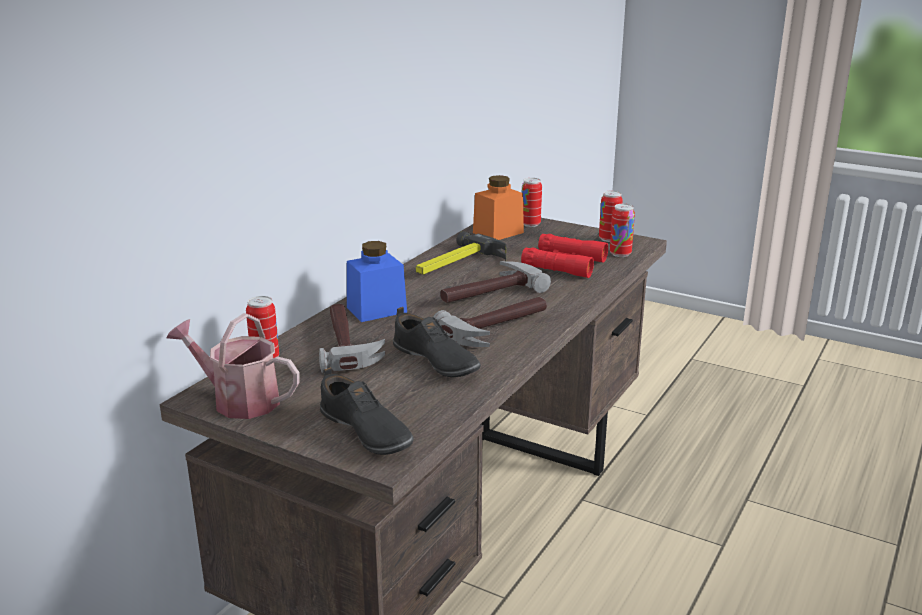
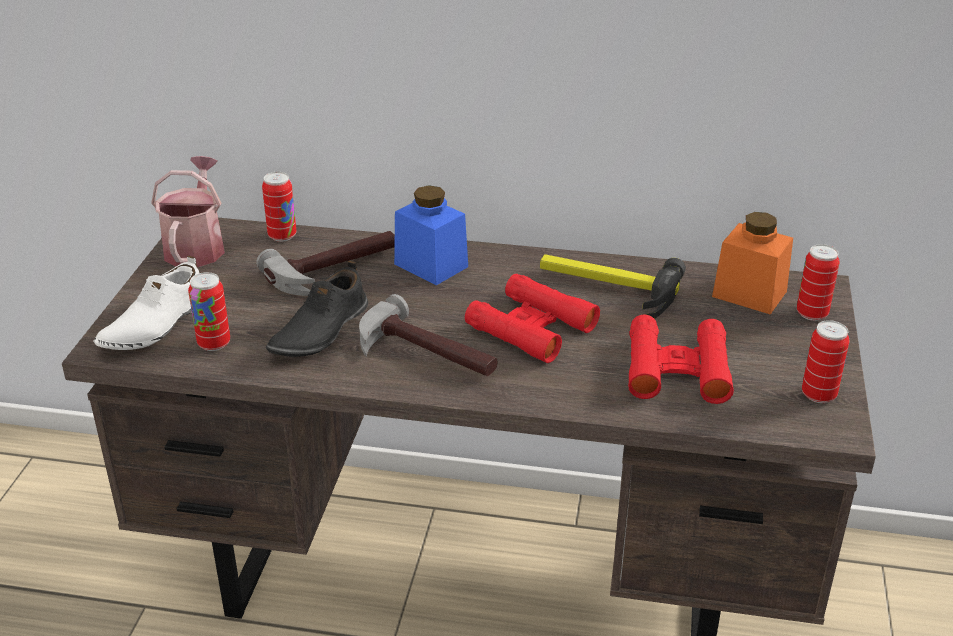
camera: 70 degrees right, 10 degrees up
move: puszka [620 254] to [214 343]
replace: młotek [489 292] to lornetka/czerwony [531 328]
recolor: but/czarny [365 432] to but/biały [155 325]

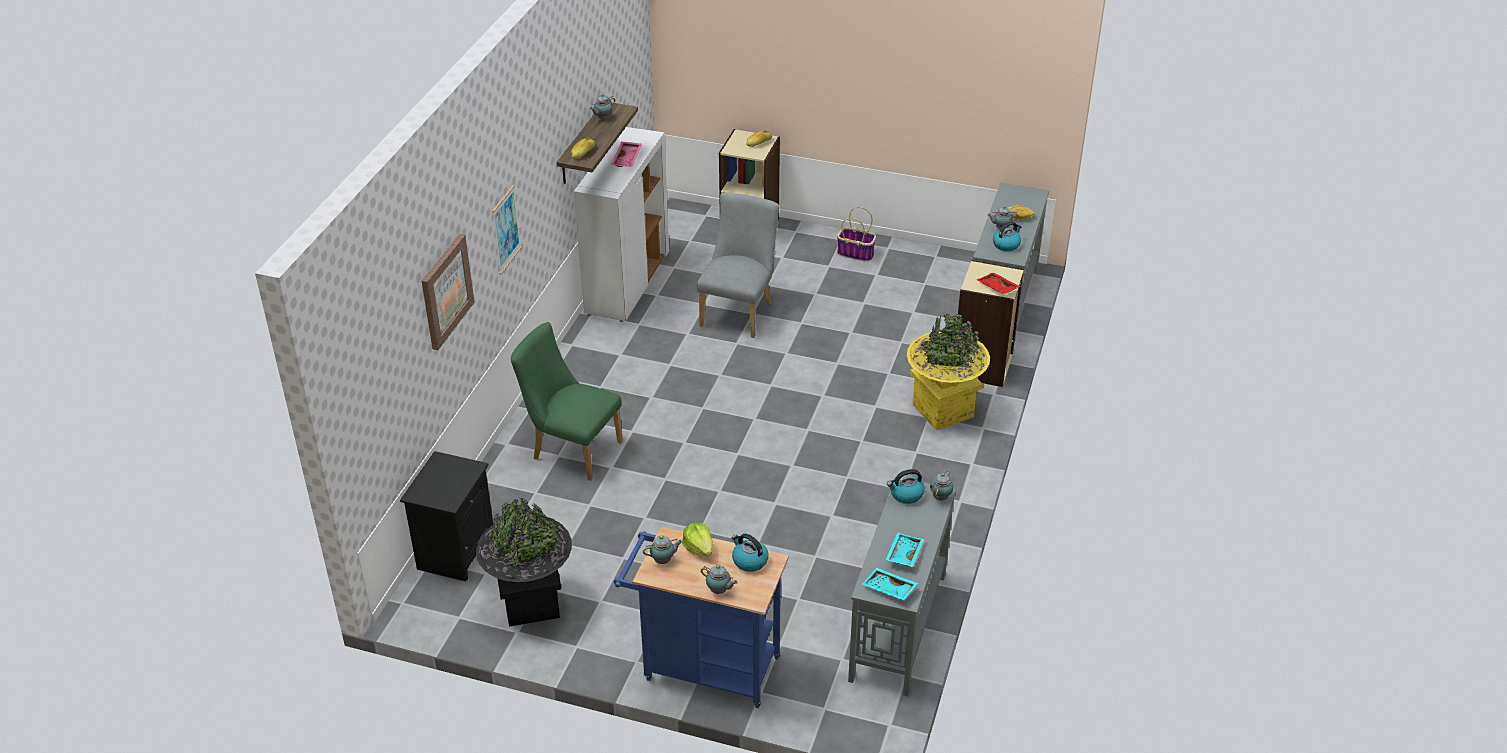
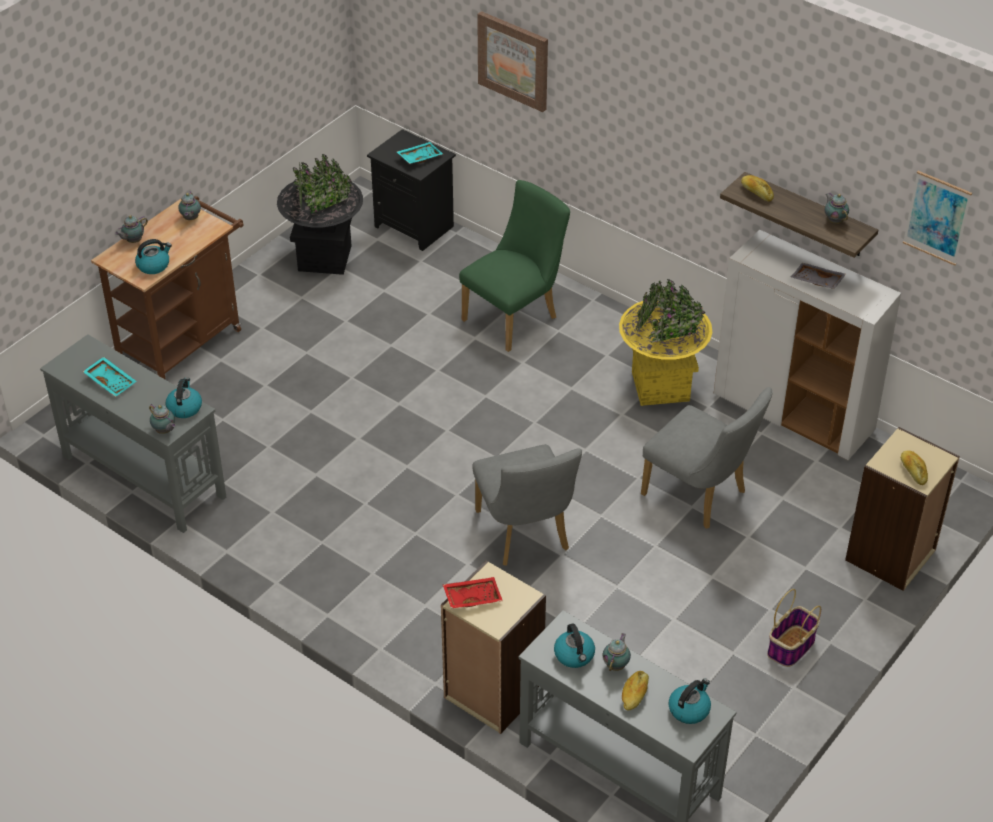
camera: 110 degrees right, 5 degrees up
delete: sałata [699 548]
insert: krzesło/szary [525 535]; czajnik [689 709]
move: taca/turkusowy [888 589] to [419 157]; donica/żółty [943 410] to [660 386]; obraz [506 229] to [937 218]
recolor: wózek/niebieski [704 667] to wózek/brązowy [185 341]; taca/różowy [627 159] to taca/szary [816 281]

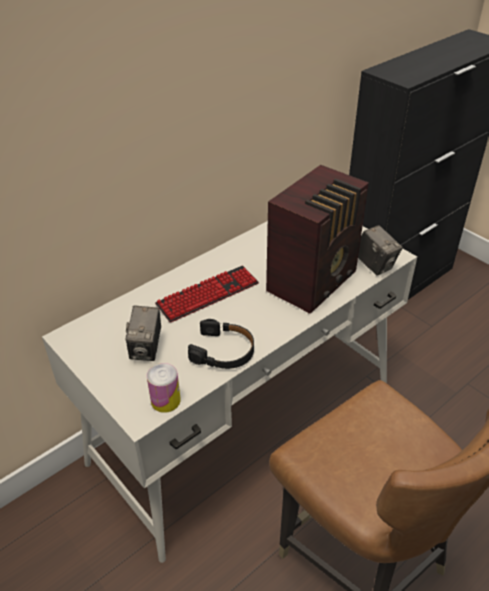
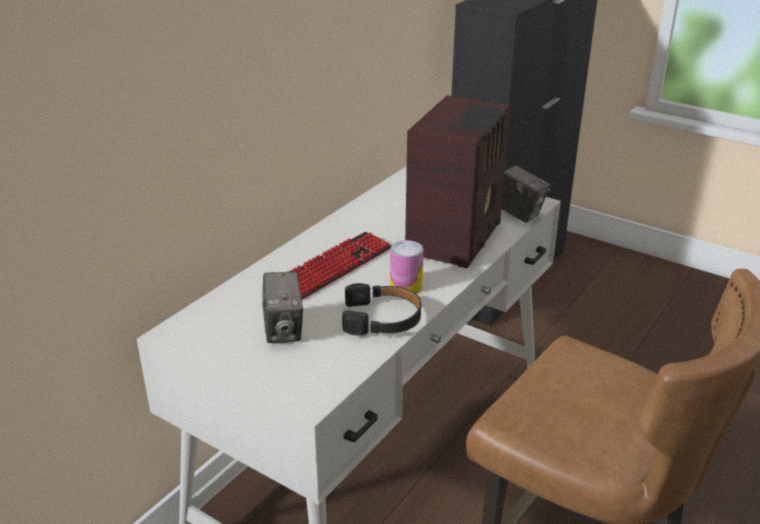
camera: 15 degrees left, 10 degrees down
move: puszka [165 400] to [406 285]

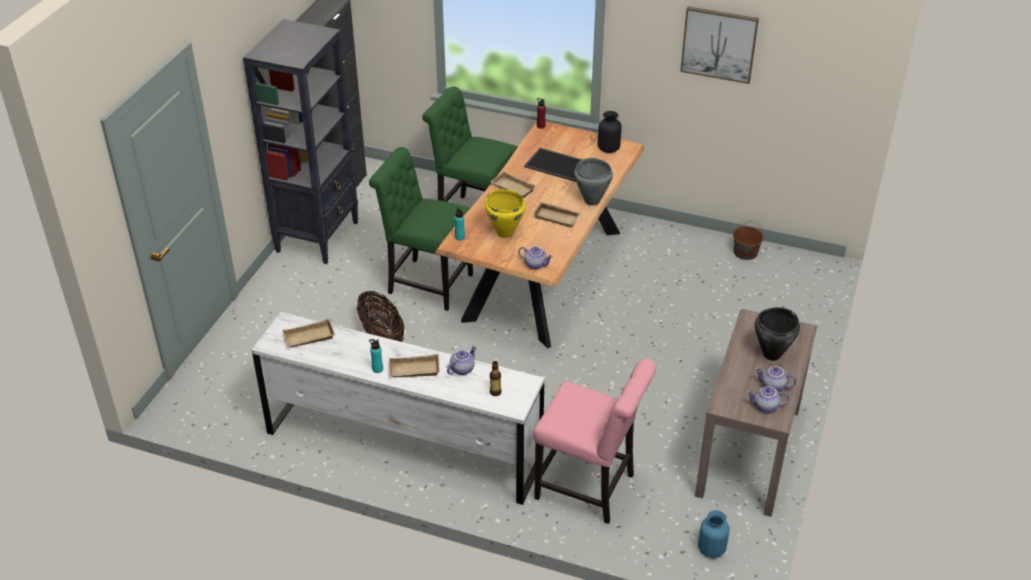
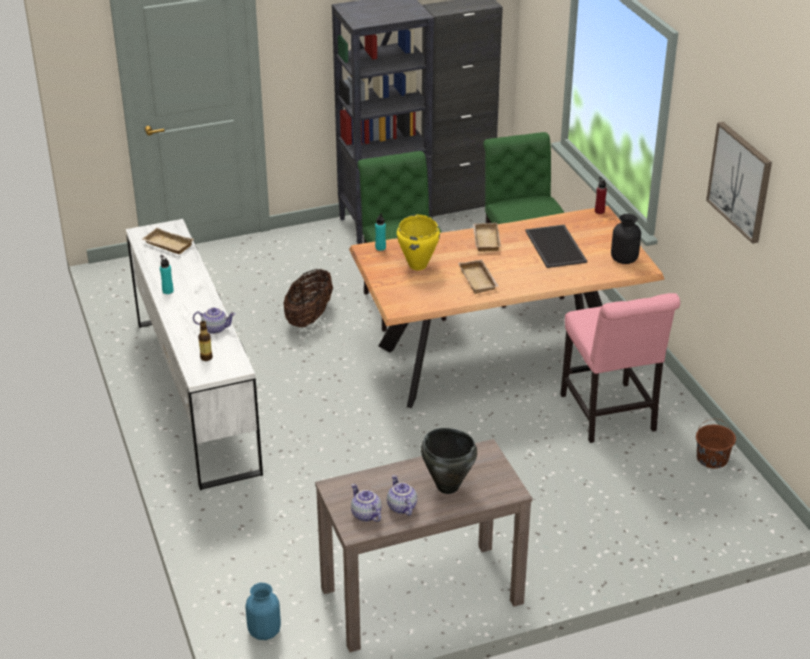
camera: 50 degrees right, 5 degrees down
delete: taca/beżowy [413 371]; imbryk [535 264]; garnek/szary [592 201]
move: krzesło/różowy [590 488] to [610 416]

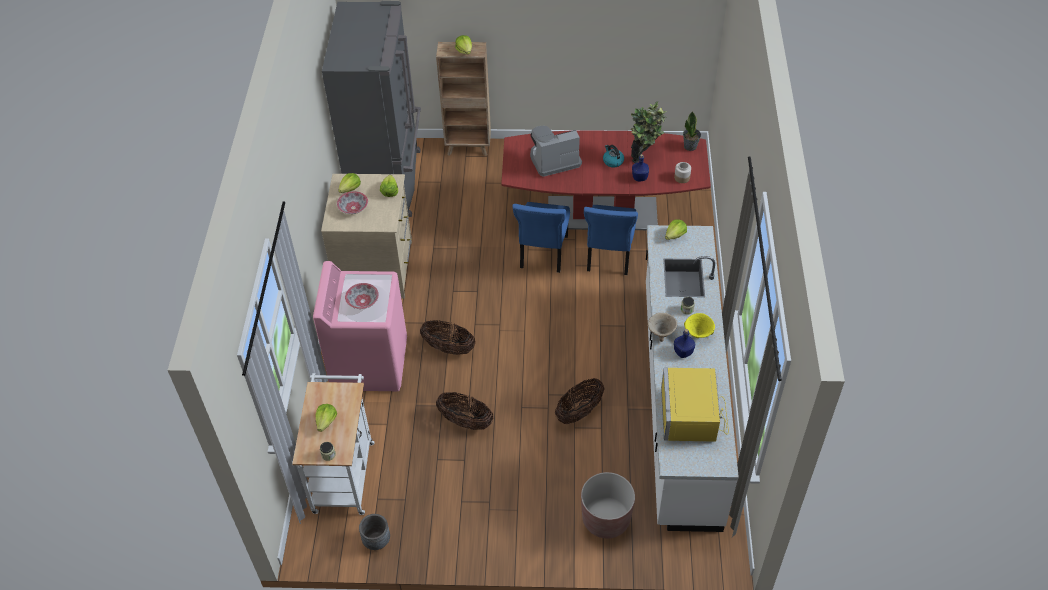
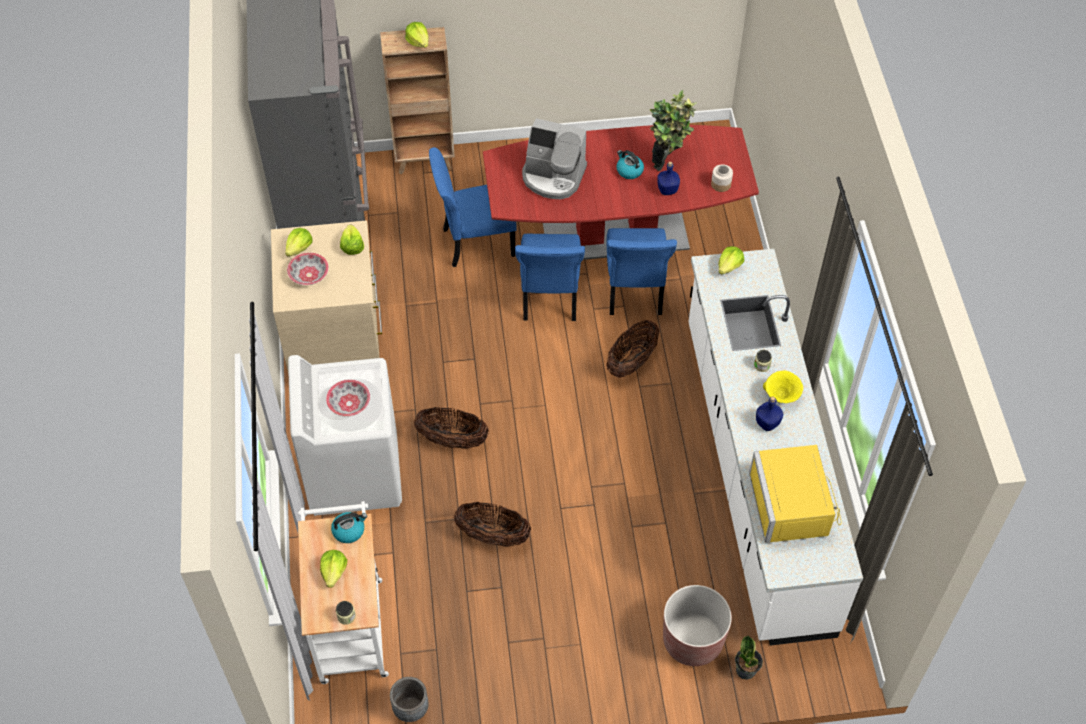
camera: 10 degrees left, 5 degrees up
delete: miska/beżowy [660 333]
insert: czajnik [349 530]; krzesło/niebieski [475 242]
move: koszyk [579 411] to [631 361]; roślina doniczkowa [690 146] to [746 670]
recolor: pralka/różowy [369 363] to pralka/biały [354 473]
rotate: ekspres do kawy [554 160] = [553 176] 135 degrees counterclockwise

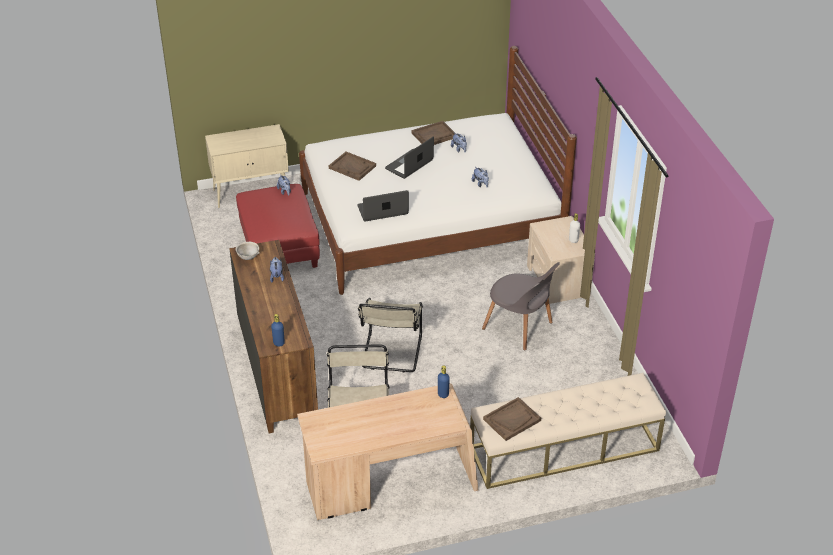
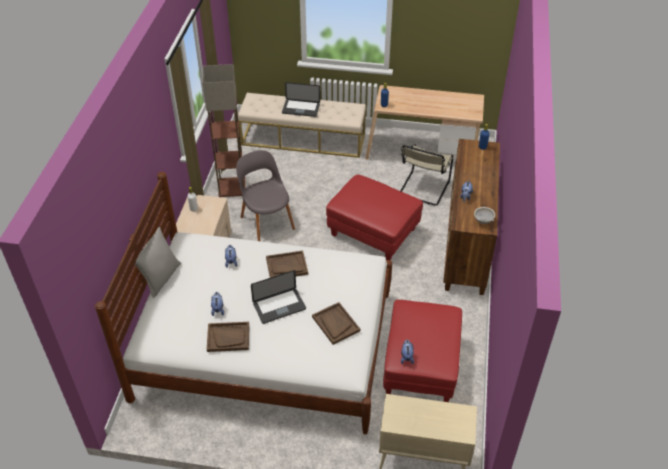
camera: 155 degrees left, 5 degrees up
insert: poduszka/szary [161 278]; lampa stojąca [232 187]
move: taca/brązowy [512 420] to [286 266]; laptop [382 210] to [301 109]
replace: krzesło/beżowy [391 353] to pufa/czerwony [373 232]

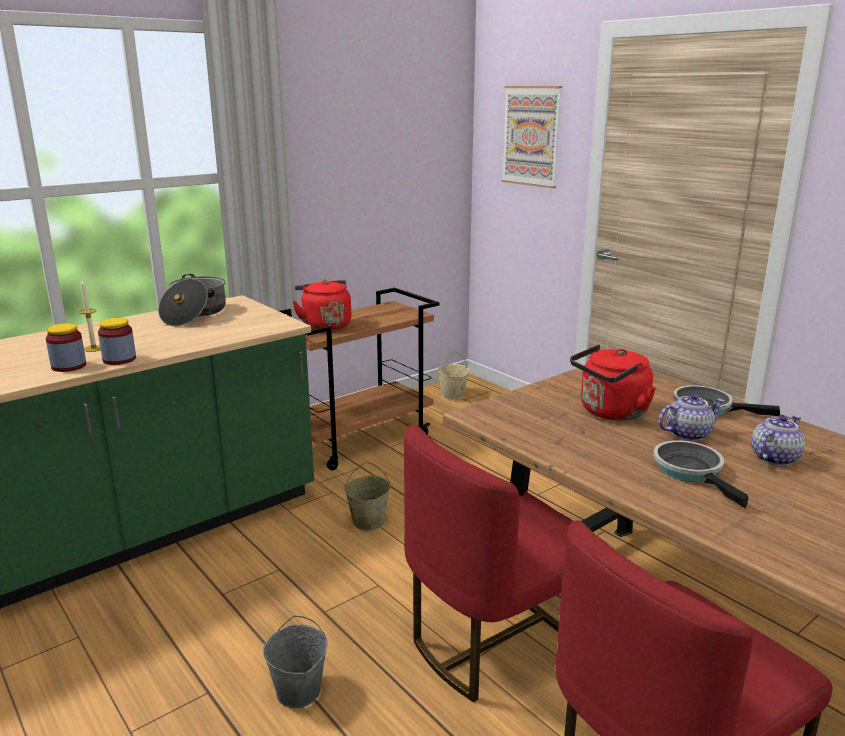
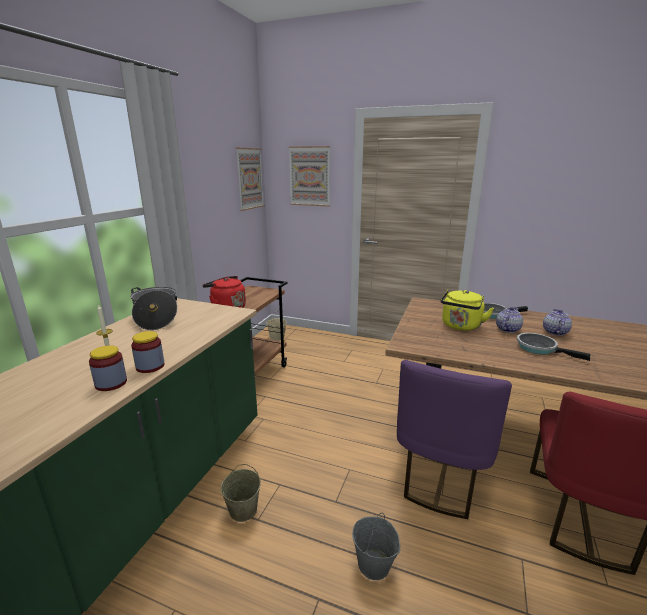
camera: 30 degrees left, 0 degrees up
insert: obraz [249 178]
move: wiadro/beżowy [369 521] to [243 509]
recolor: krzesło/czerwony [496 641] to krzesło/fioletowy [441 476]; czajnik/czerwony [610 412] to czajnik/żółty [460 326]

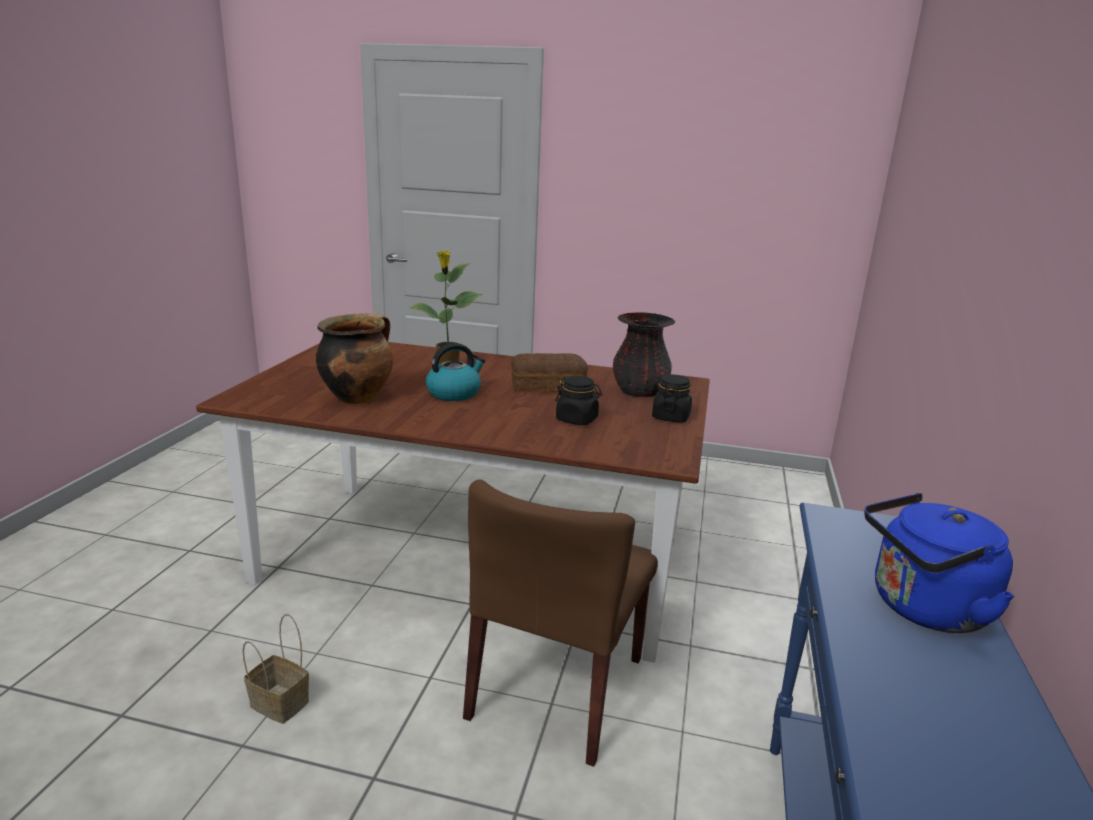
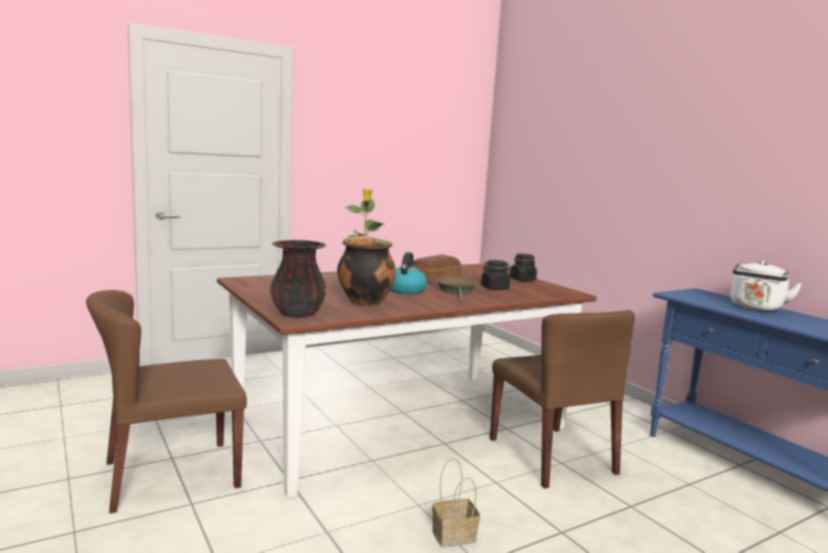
camera: 45 degrees left, 10 degrees down
insert: krzesło/brązowy [170 475]; patelnia/brązowy [457 291]
move: wazon/czarny [639 392] to [298 313]
recolor: czajnik/niebieski [923 609] to czajnik/biały [756 308]

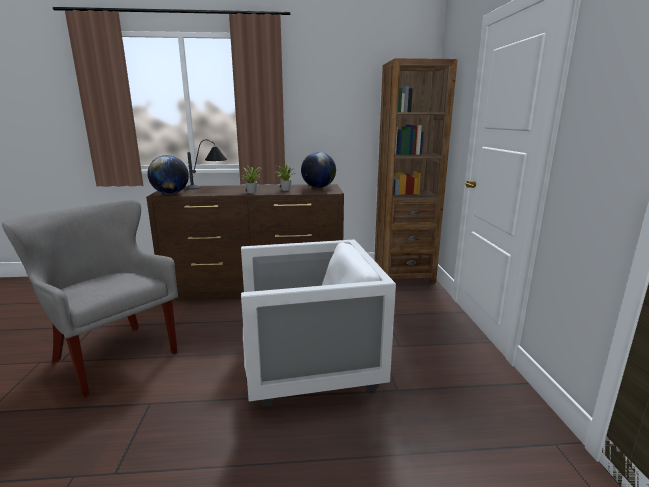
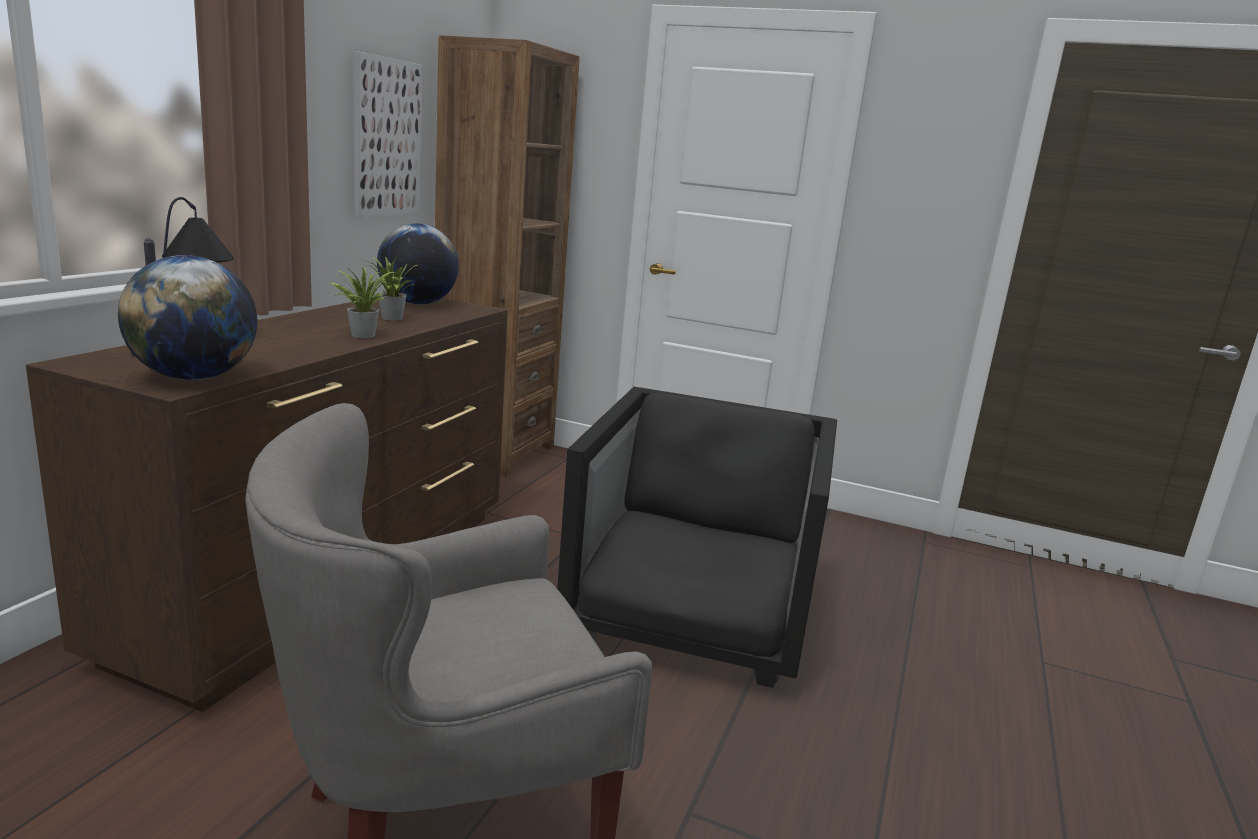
camera: 65 degrees left, 0 degrees up
insert: obraz [386 138]
recolor: fotel/biały [309 365] to fotel/czarny [692 617]

